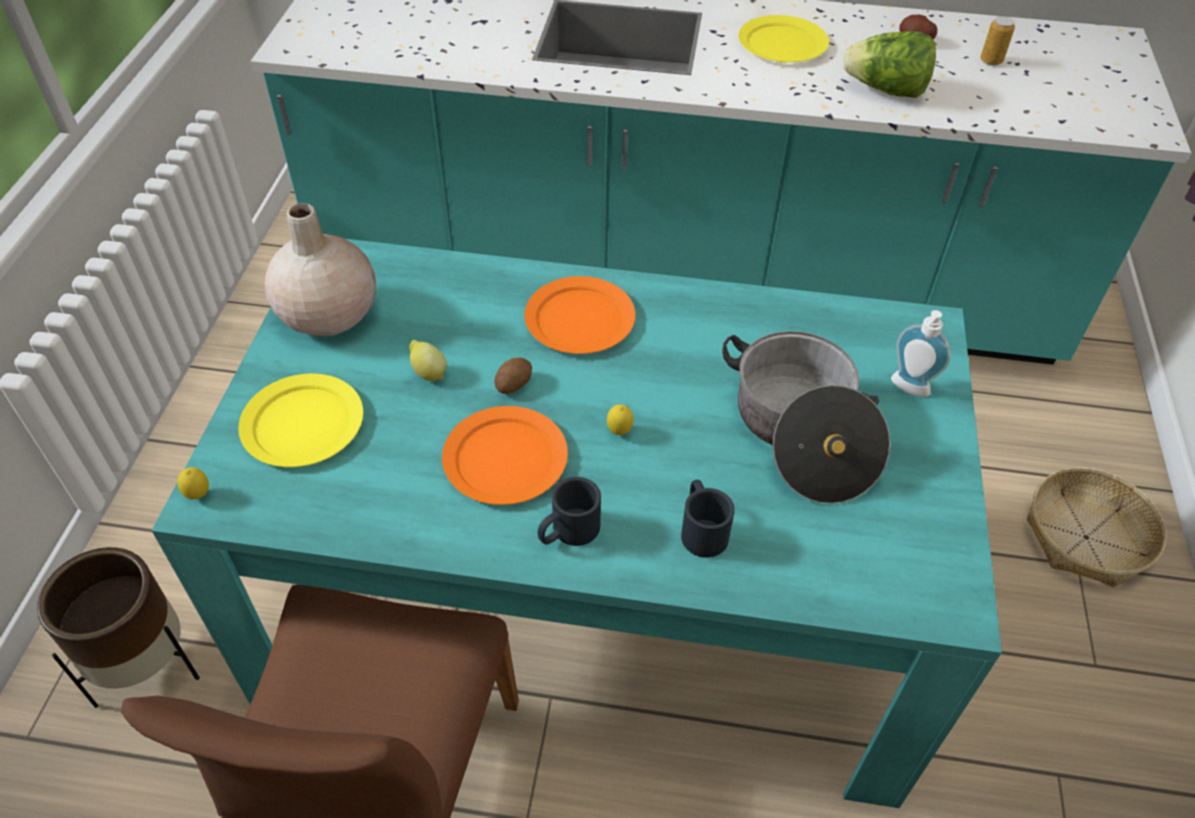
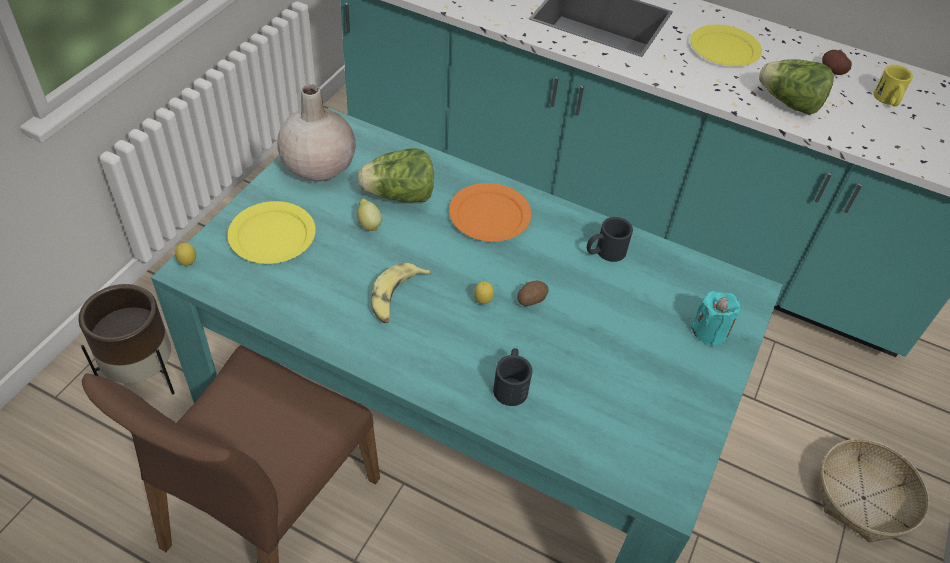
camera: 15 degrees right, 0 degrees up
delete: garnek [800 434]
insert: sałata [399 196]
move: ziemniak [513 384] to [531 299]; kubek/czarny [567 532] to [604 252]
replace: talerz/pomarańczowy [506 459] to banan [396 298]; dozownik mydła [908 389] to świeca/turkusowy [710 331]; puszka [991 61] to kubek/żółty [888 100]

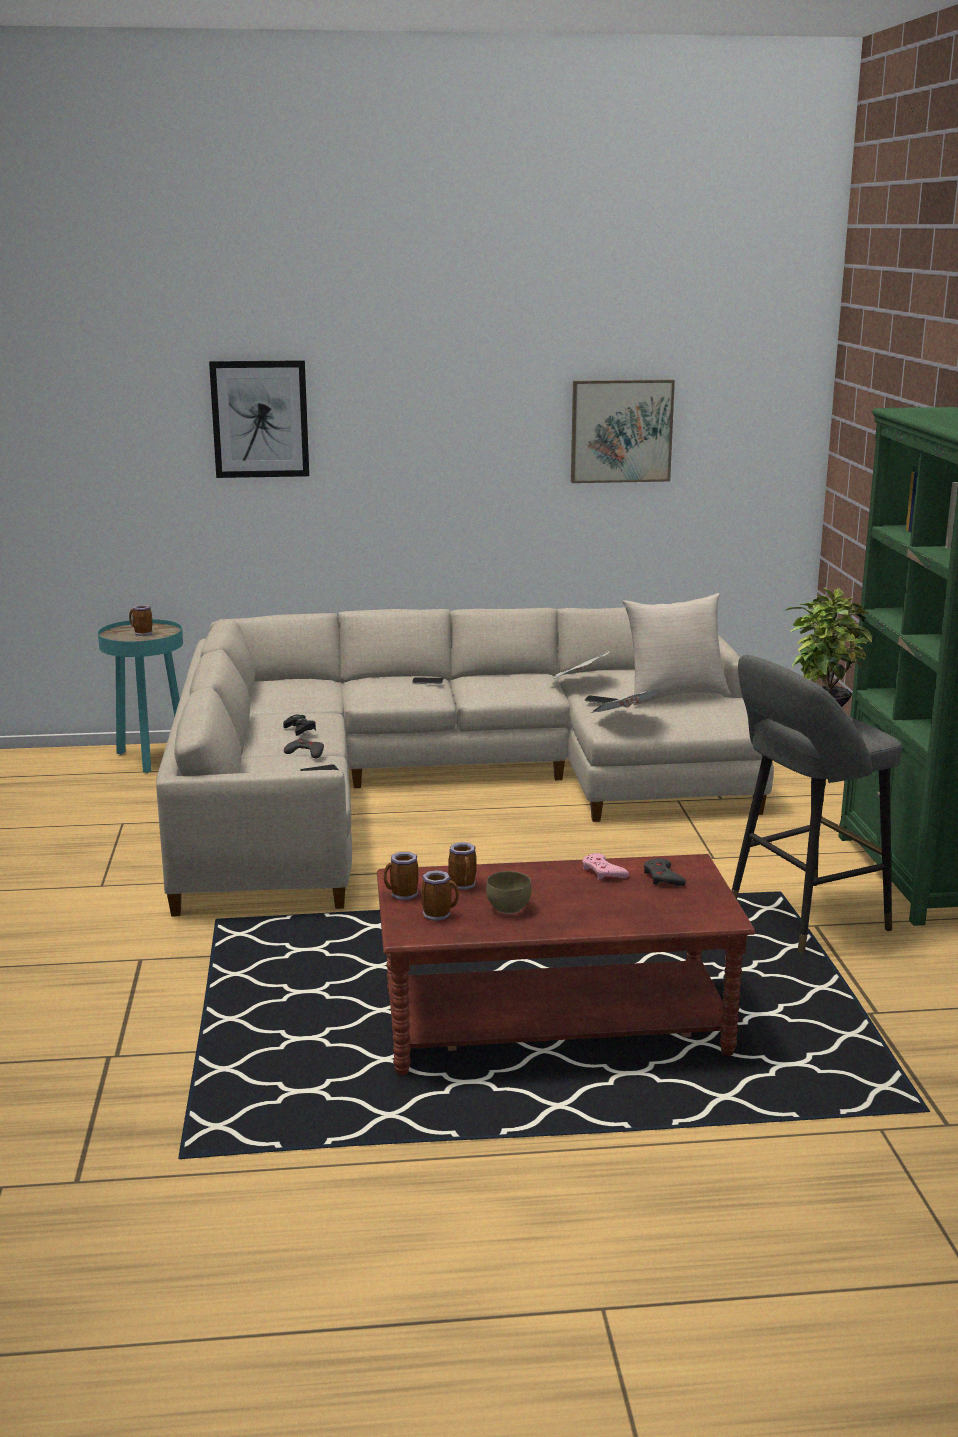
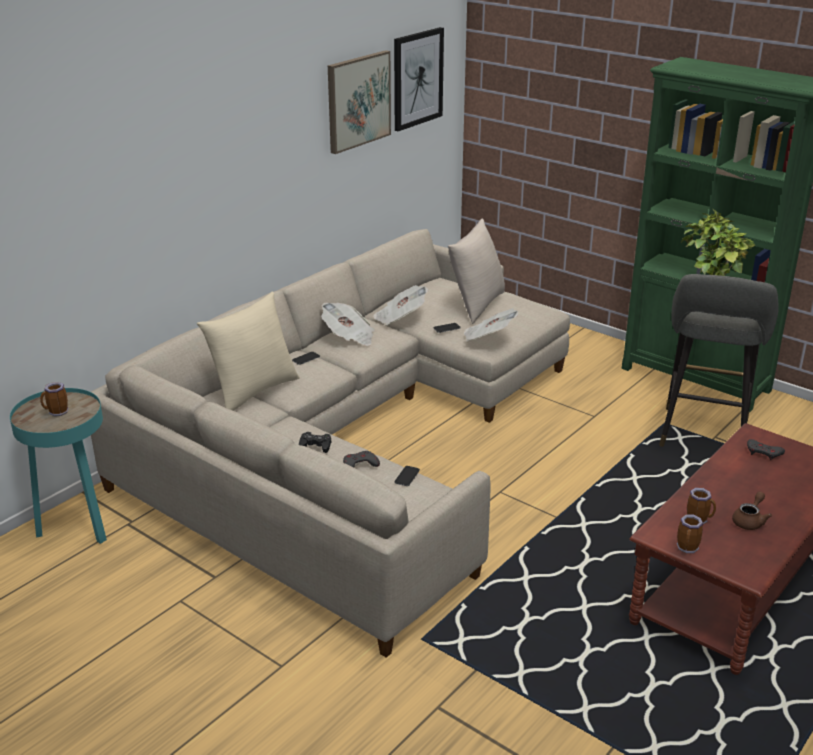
camera: 45 degrees left, 10 degrees up
delete: kubek [439 914]; pad do gier/różowy [603 872]
insert: poduszka/beżowy [253 391]; gazeta [349 337]
move: obraz [260 419] to [417 78]
replace: miska/brązowy [509 907] to imbryk/brązowy [750 521]

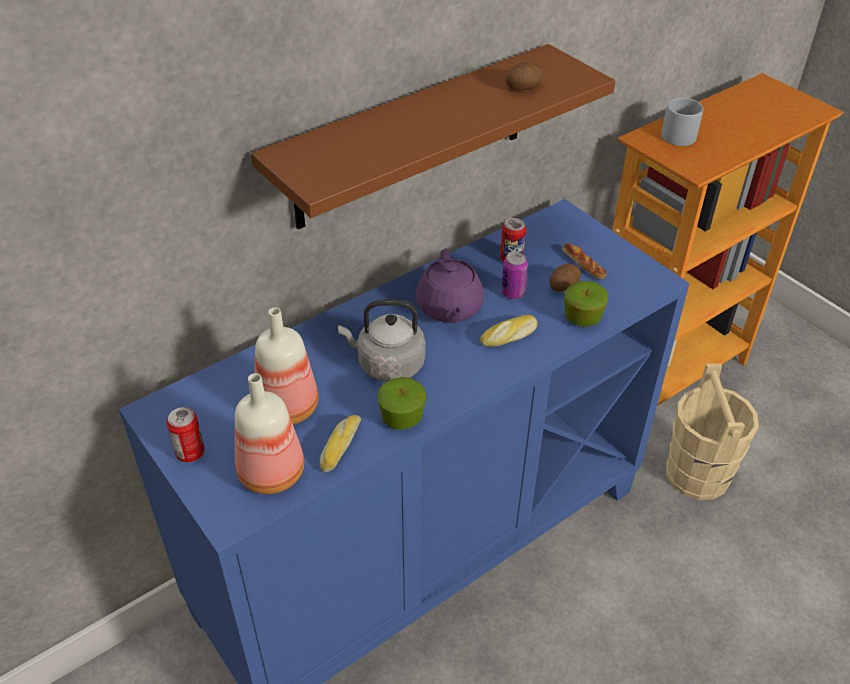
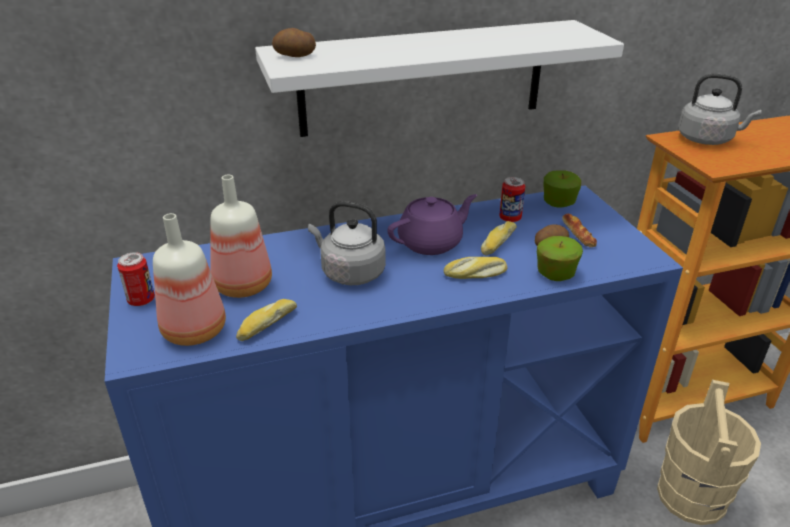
camera: 20 degrees right, 10 degrees down
move: ziemniak [524 88] to [295 56]; jabłko [401 418] to [558 203]
replace: puszka [512 293] to chleb [497 243]; kubek/szary [677 133] to czajnik/szary [707 139]
recolor: półka/brązowy [412 137] to półka/biały [423 78]
rotate: imbryk/fioletowy [449 308] = [431 243] 135 degrees counterclockwise

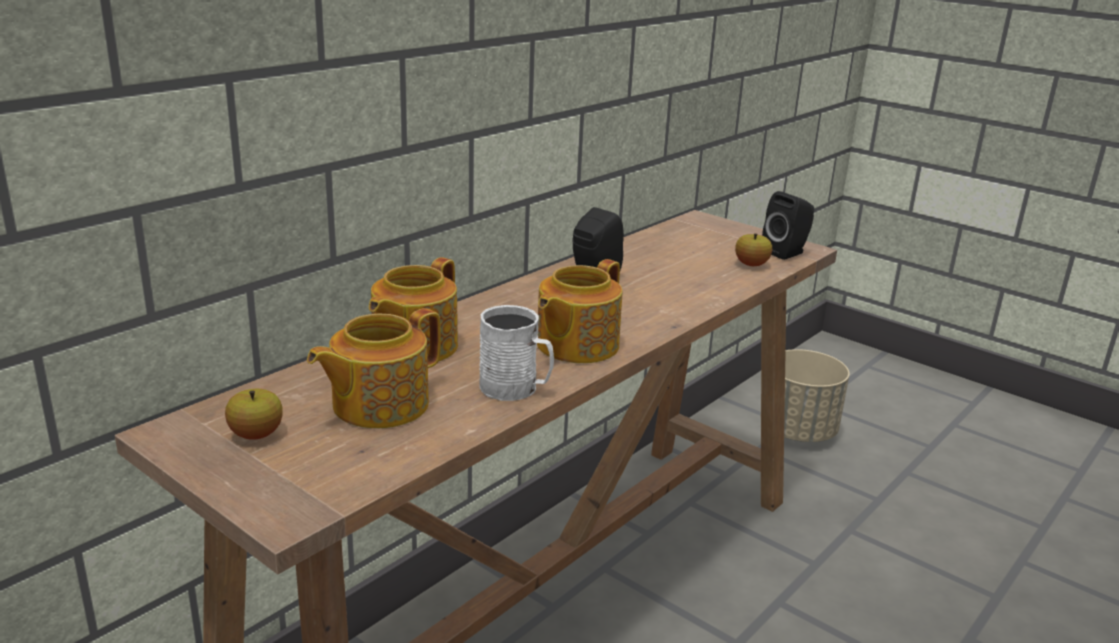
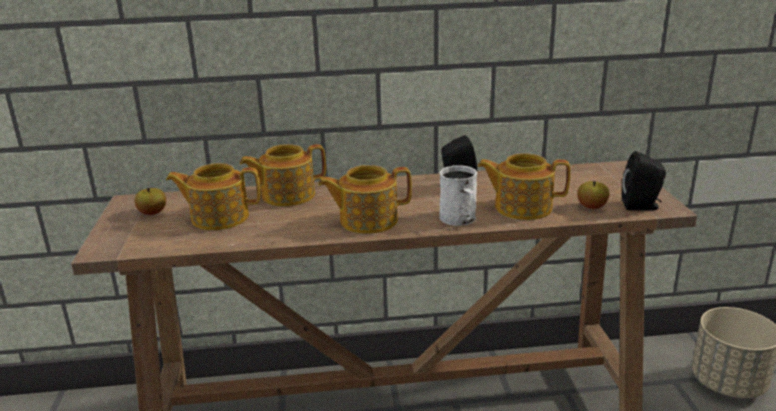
camera: 45 degrees right, 0 degrees up
insert: imbryk [521 207]
move: kubek/biały [516 389] to [460 220]

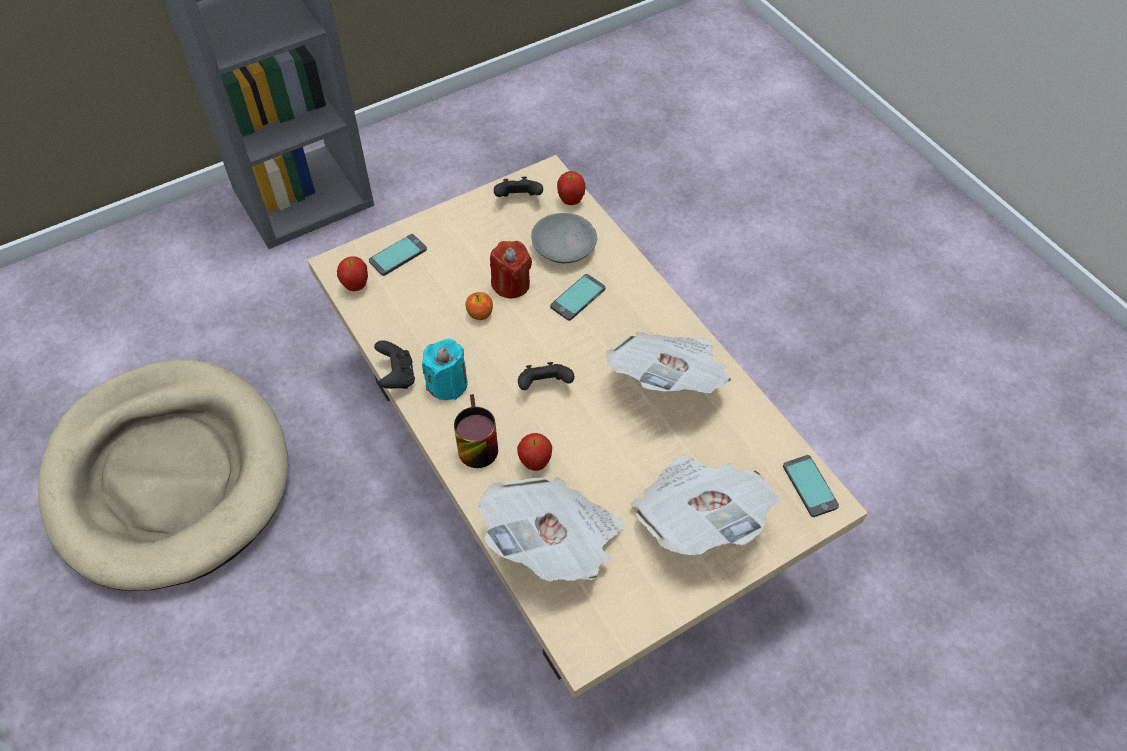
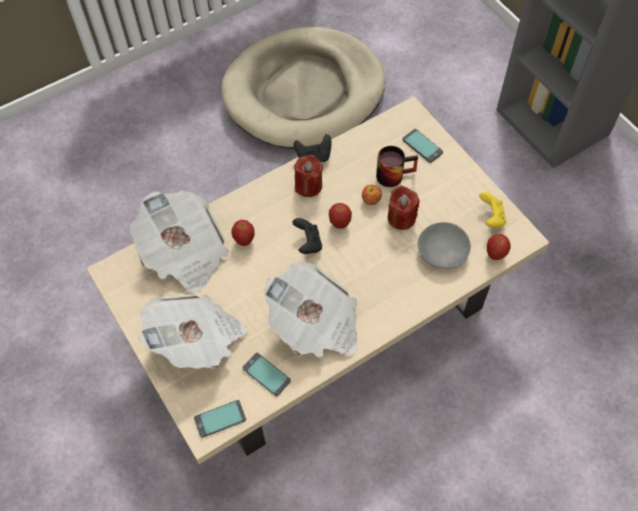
camera: 90 degrees right, 5 degrees up
move: telefon [578 298] to [266 375]; jabłko [356 286] to [340 223]; kubek [473 444] to [393 173]
recolor: świeca/turkusowy [447 384] to świeca/czerwony [308 186]; pad do gier/czarny [518 199] to pad do gier/żółty [491 218]

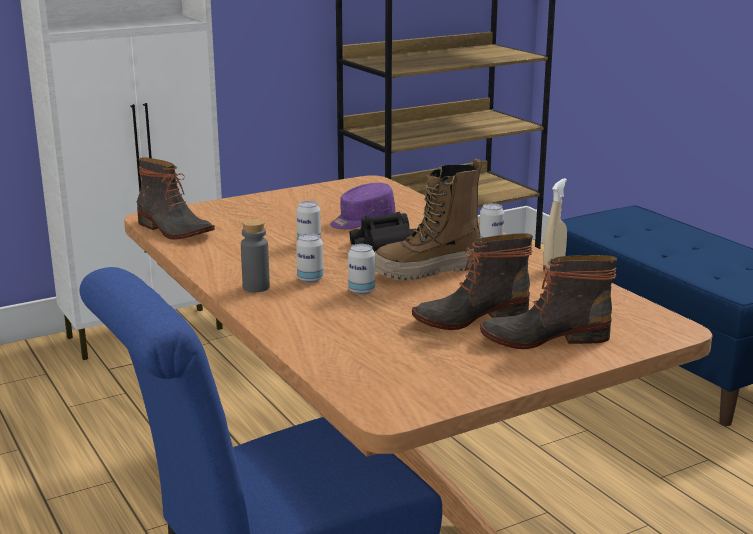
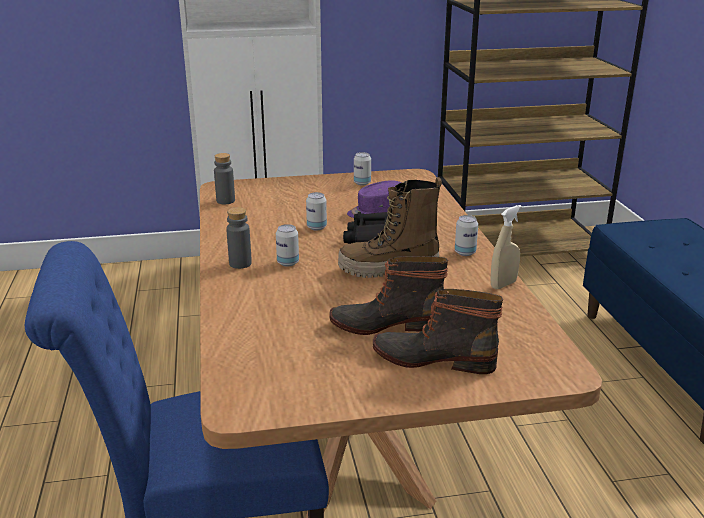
camera: 20 degrees right, 5 degrees up
move: puszka [361 291] to [362 183]
replace: but z cholewką [173 230] to butelka/szary [225 201]

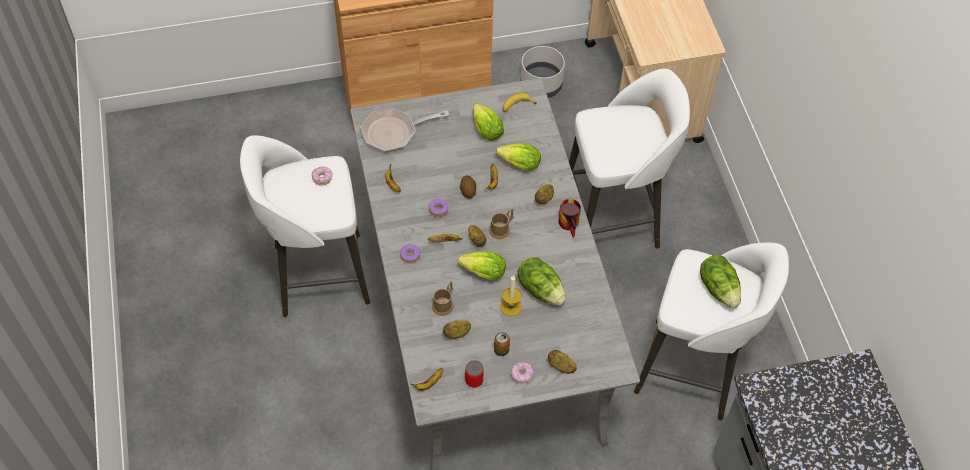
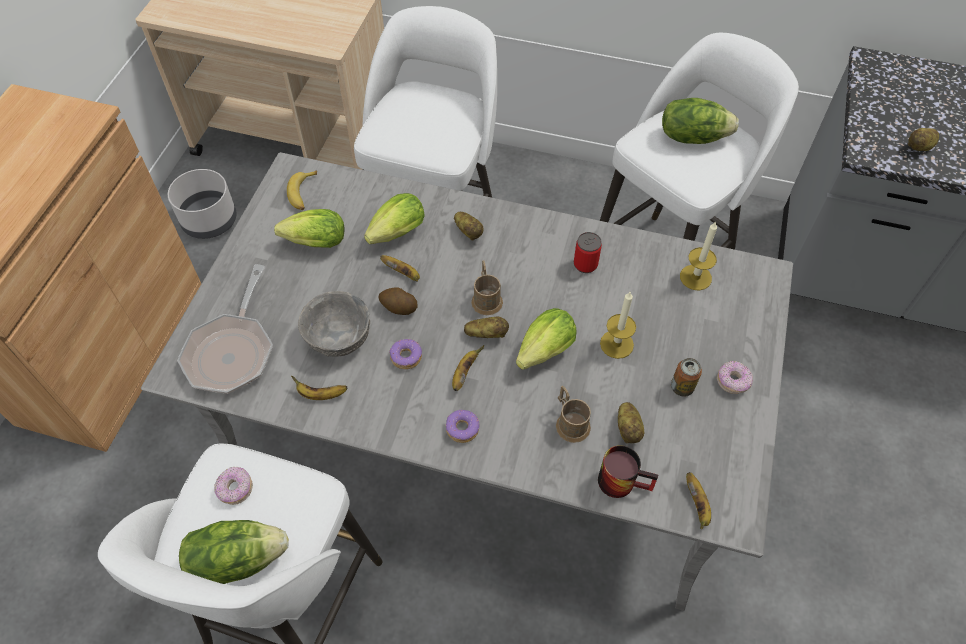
camera: 60 degrees left, 0 degrees up
insert: miska/szary [339 337]; świeca [695 277]
move: sałata [541 289] to [237 559]; puszka [474 380] to [585 264]; kubek [571 224] to [623 479]; ziemniak [561 366] to [920 147]

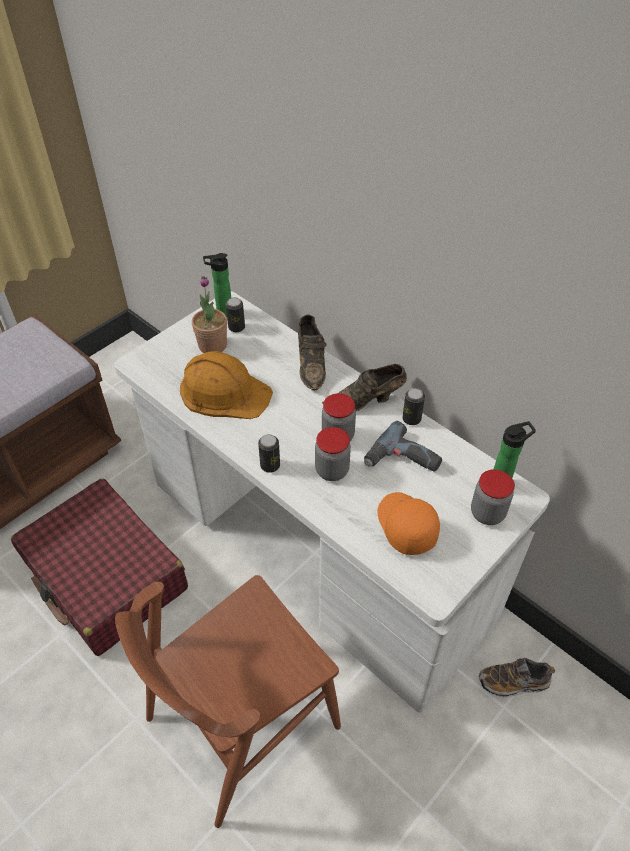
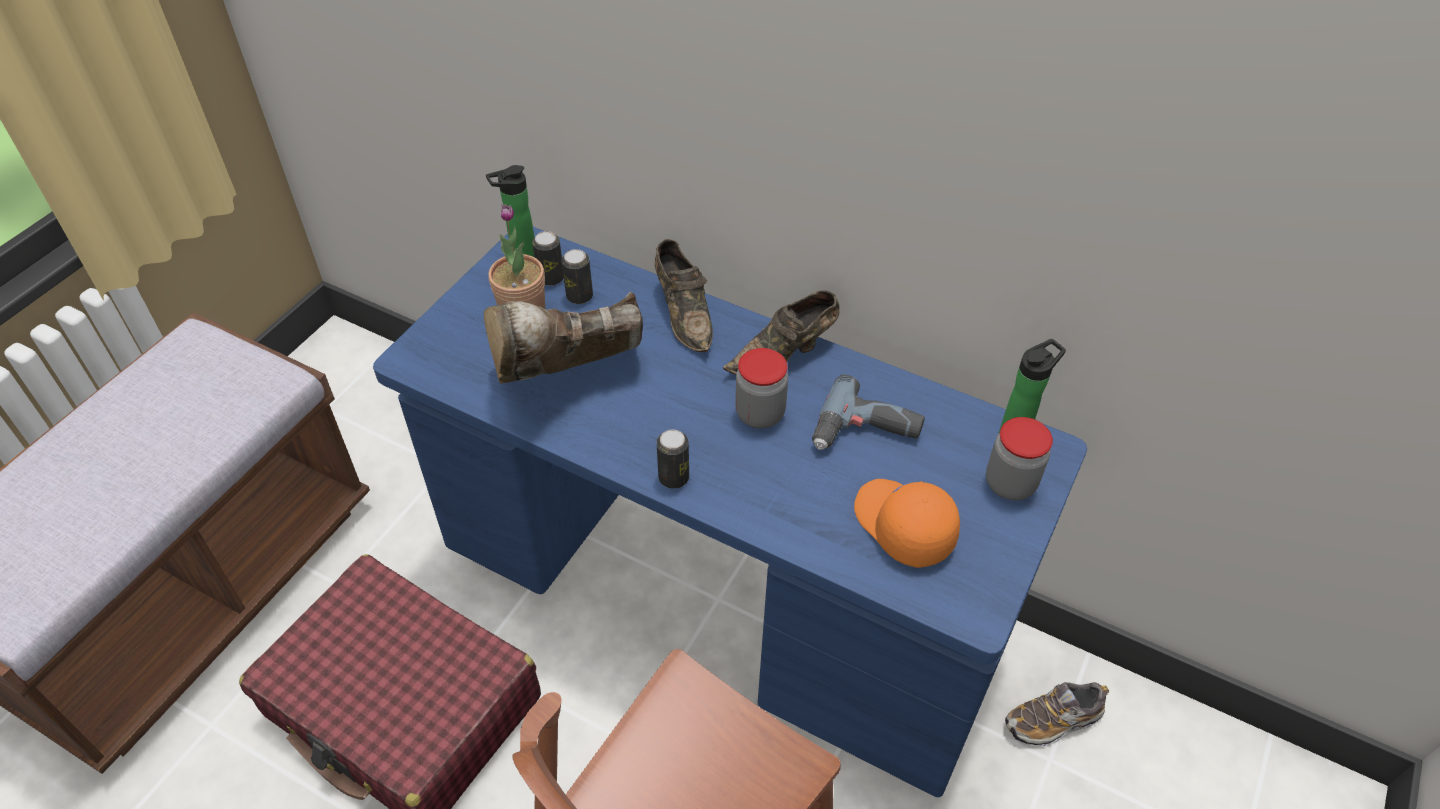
camera: 15 degrees left, 0 degrees up
delete: słoik [332 470]
move: puszka [411 419] to [579 296]
replace: kask/pomarańczowy [224 391] to but z cholewką/brązowy [565 379]
recolor: biurko/biały [315 550] to biurko/niebieski [718 595]

